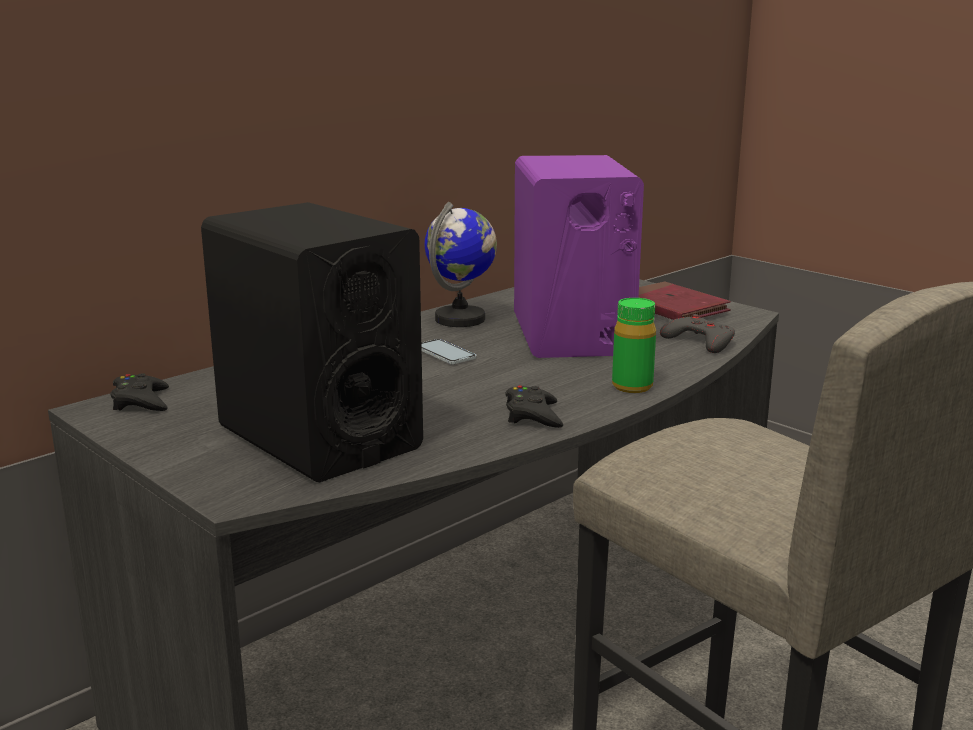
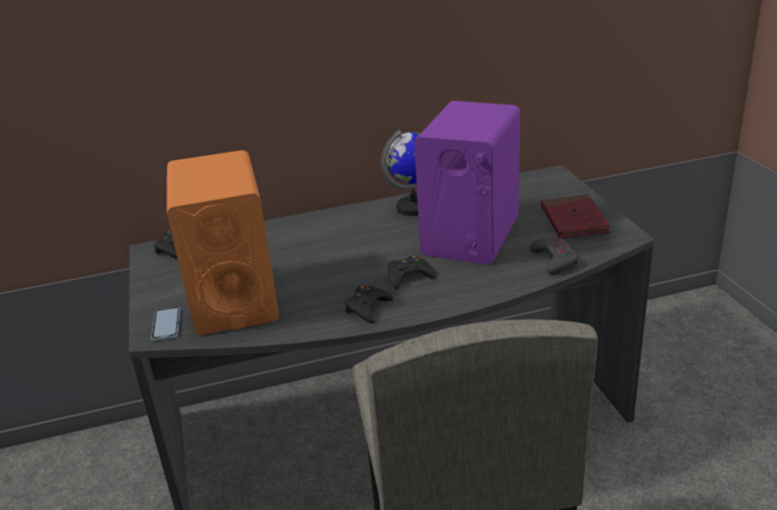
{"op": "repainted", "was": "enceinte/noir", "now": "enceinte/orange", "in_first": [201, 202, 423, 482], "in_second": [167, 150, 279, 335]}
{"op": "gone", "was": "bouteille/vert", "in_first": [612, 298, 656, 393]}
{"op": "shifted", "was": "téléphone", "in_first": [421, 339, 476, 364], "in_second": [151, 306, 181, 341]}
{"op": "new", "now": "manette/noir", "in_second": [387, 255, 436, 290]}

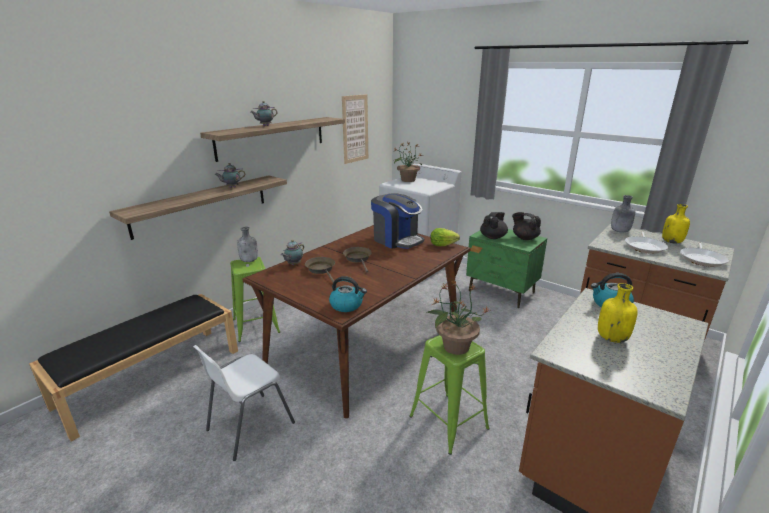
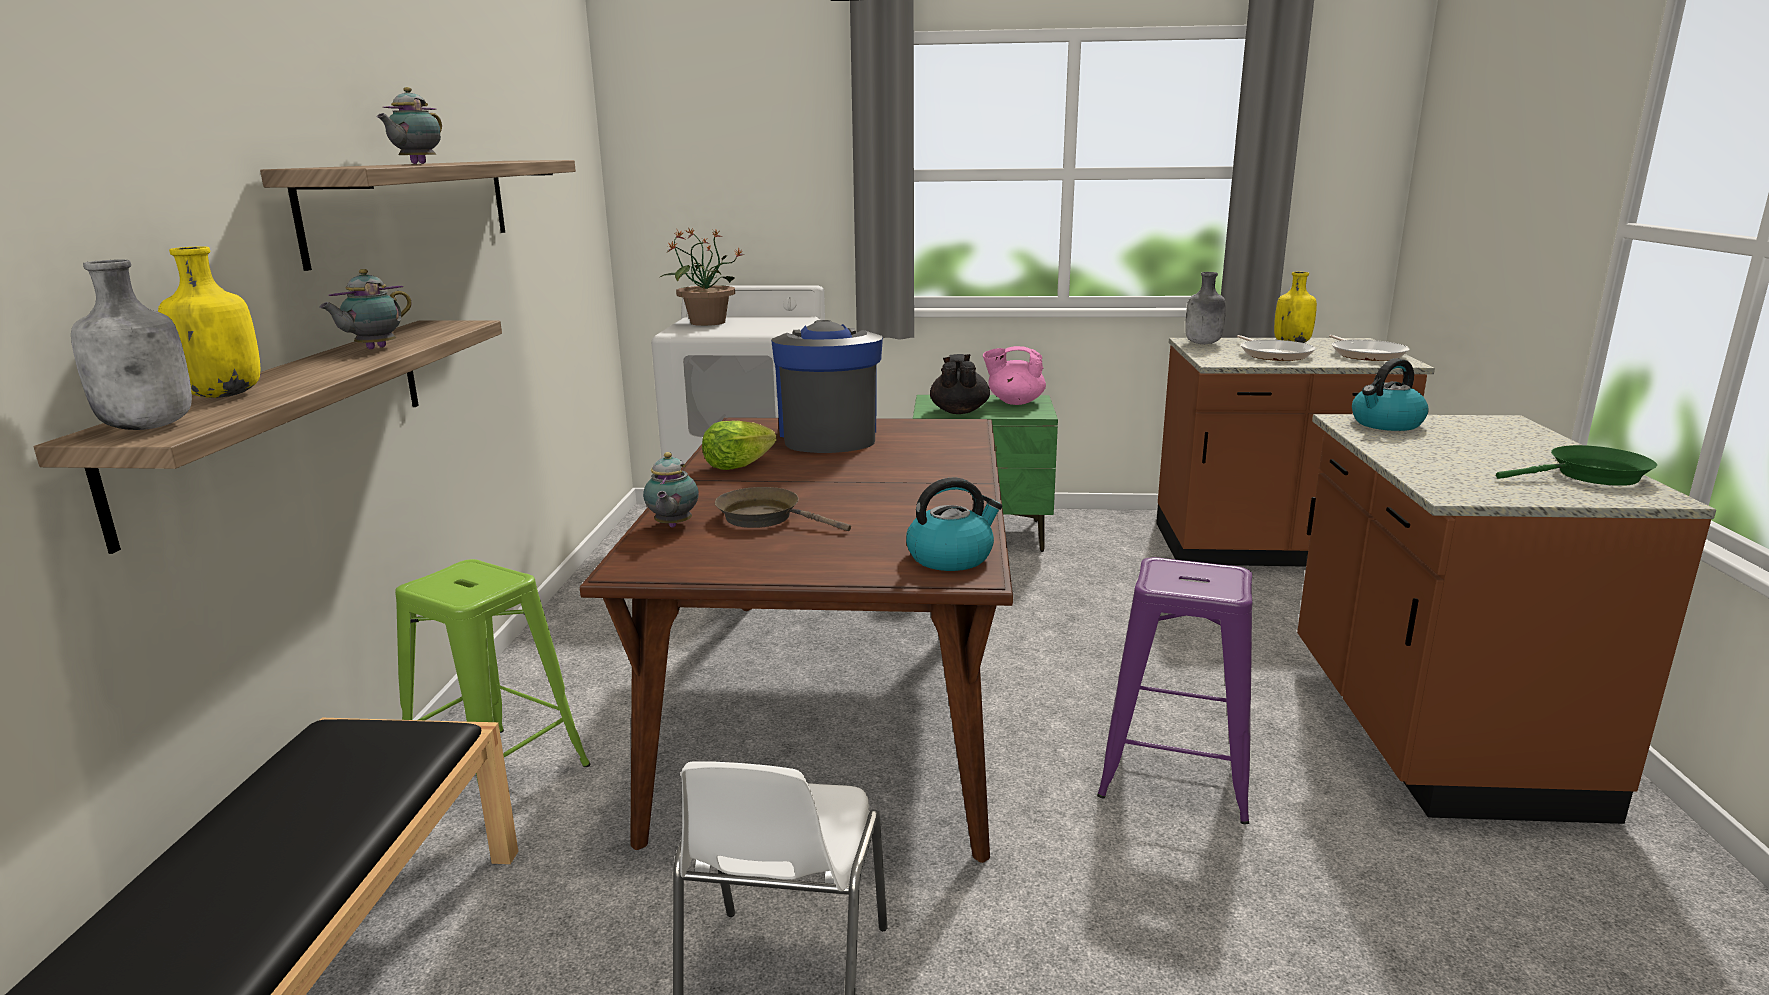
{"op": "gone", "was": "tableau", "in_first": [342, 94, 368, 164]}
{"op": "rotated", "was": "machine à café", "in_first": [371, 193, 424, 249], "in_second": [771, 320, 883, 453], "clockwise": -105}
{"op": "repainted", "was": "théière/noir", "now": "théière/rose", "in_first": [512, 212, 541, 240], "in_second": [983, 346, 1046, 405]}
{"op": "shifted", "was": "bouteille/gris", "in_first": [237, 227, 258, 262], "in_second": [71, 260, 192, 430]}
{"op": "shifted", "was": "laitue", "in_first": [430, 228, 460, 246], "in_second": [702, 421, 777, 470]}
{"op": "gone", "was": "poêle/marron", "in_first": [343, 247, 372, 272]}
{"op": "gone", "was": "plante en pot", "in_first": [426, 280, 491, 355]}
{"op": "shifted", "was": "bouteille/jaune", "in_first": [598, 283, 638, 343], "in_second": [158, 246, 260, 398]}
{"op": "repainted", "was": "tabouret/vert", "now": "tabouret/violet", "in_first": [409, 335, 490, 455], "in_second": [1097, 557, 1252, 824]}
{"op": "new", "now": "poêle/vert", "in_second": [1496, 445, 1657, 486]}

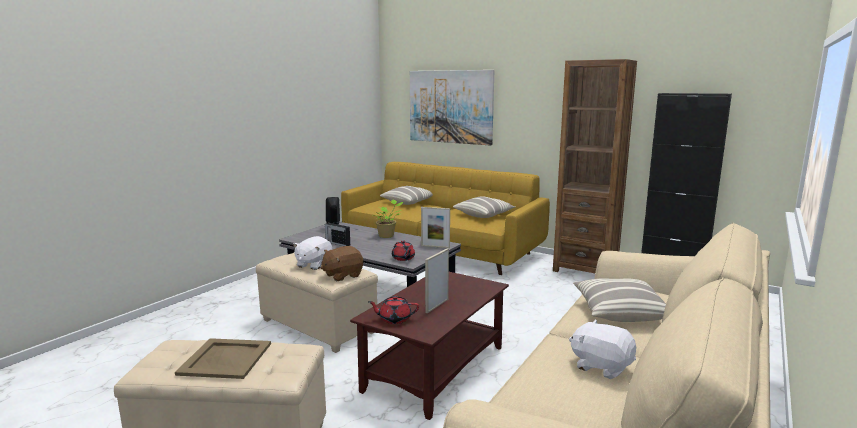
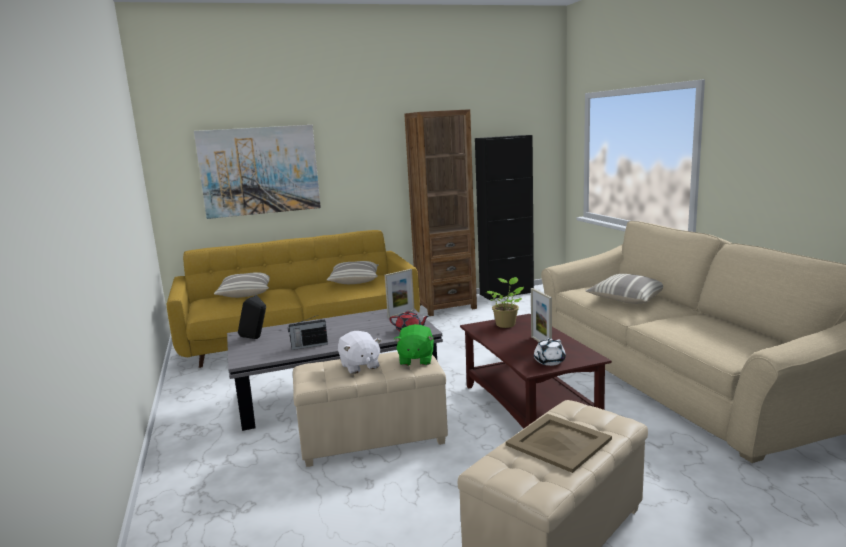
{"op": "shifted", "was": "plante en pot", "in_first": [373, 200, 403, 238], "in_second": [487, 277, 524, 328]}
{"op": "repainted", "was": "peluche/marron", "now": "peluche/vert", "in_first": [321, 246, 363, 281], "in_second": [394, 324, 434, 366]}
{"op": "repainted", "was": "théière/rouge", "now": "théière/blanc", "in_first": [368, 296, 419, 324], "in_second": [534, 338, 566, 366]}
{"op": "gone", "was": "peluche/blanc", "in_first": [569, 319, 636, 379]}

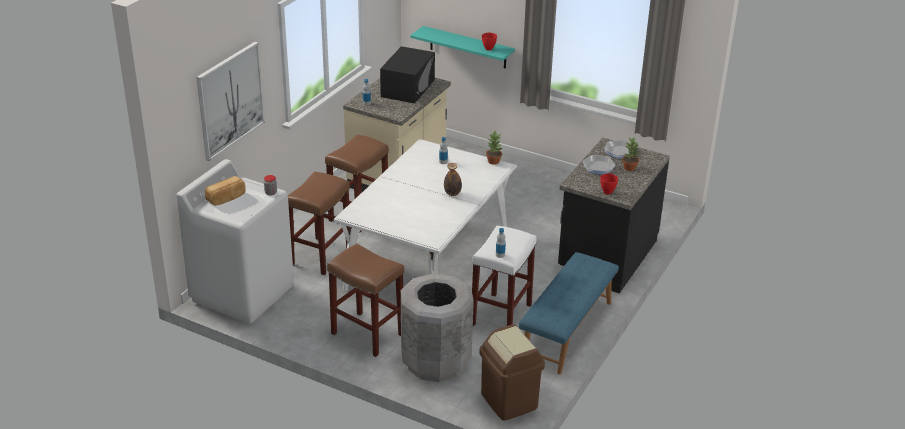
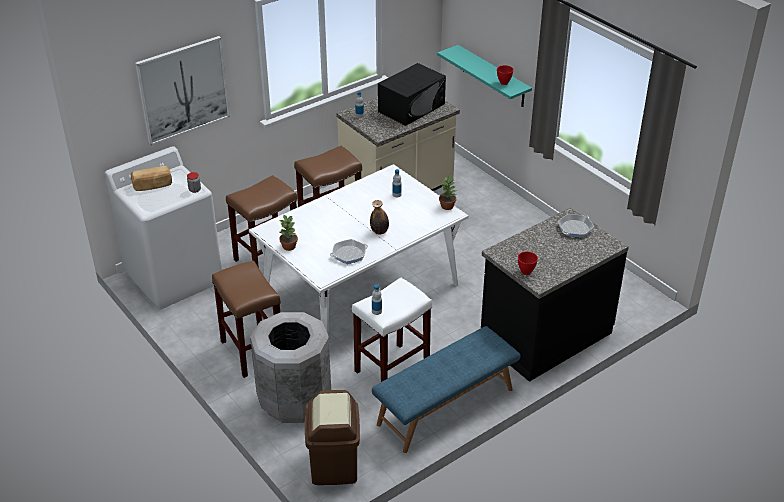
{"op": "shifted", "was": "plante en pot", "in_first": [622, 137, 641, 171], "in_second": [279, 214, 298, 251]}
{"op": "shifted", "was": "poêle", "in_first": [582, 155, 615, 174], "in_second": [330, 239, 368, 264]}

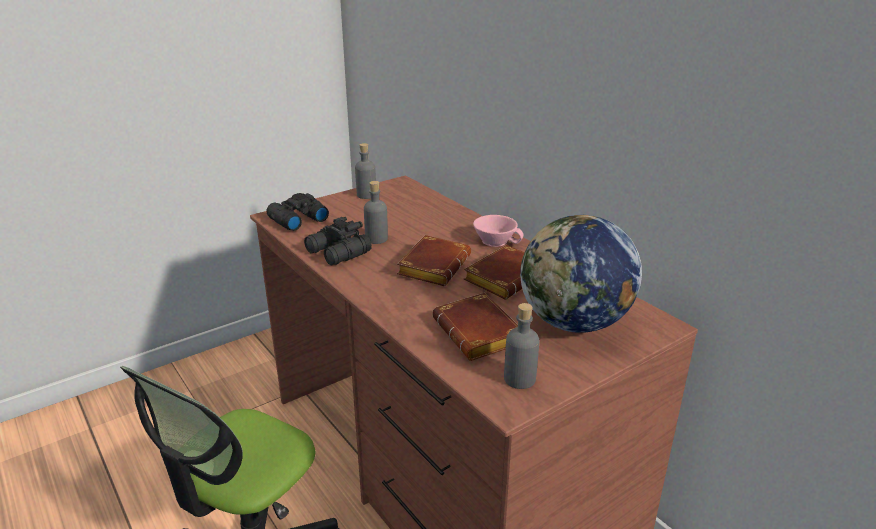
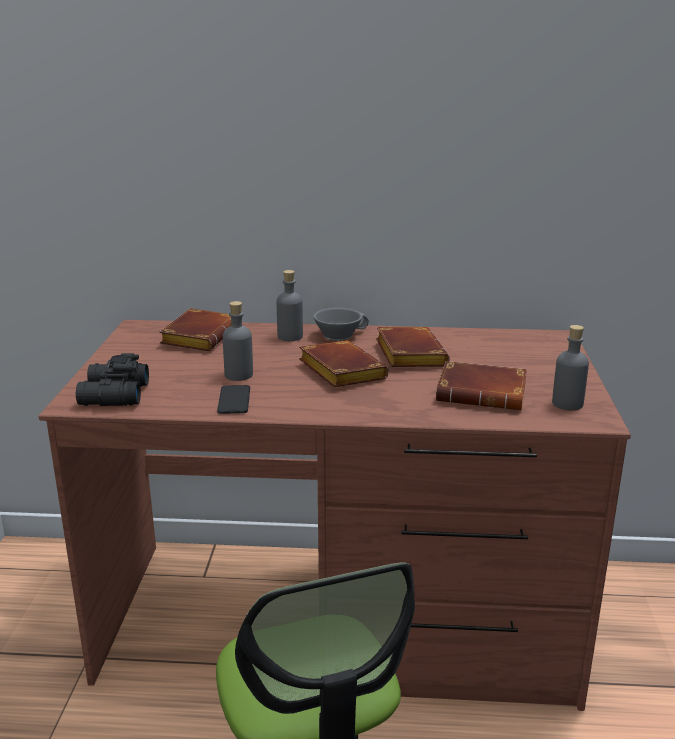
{"op": "shifted", "was": "bouteille/gris", "in_first": [355, 143, 376, 199], "in_second": [277, 270, 303, 341]}
{"op": "repainted", "was": "tasse/rose", "now": "tasse/gris", "in_first": [473, 215, 524, 247], "in_second": [313, 308, 369, 341]}
{"op": "gone", "was": "globe", "in_first": [520, 215, 642, 333]}
{"op": "swapped", "was": "jumelles/noir", "now": "téléphone", "in_first": [304, 217, 372, 265], "in_second": [217, 385, 250, 414]}
{"op": "new", "now": "livre/marron", "in_second": [159, 308, 231, 351]}

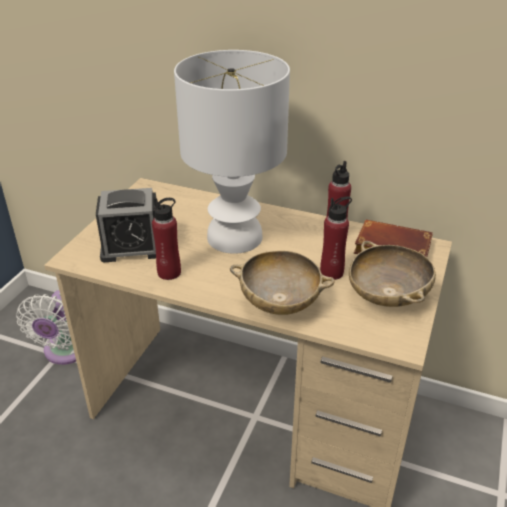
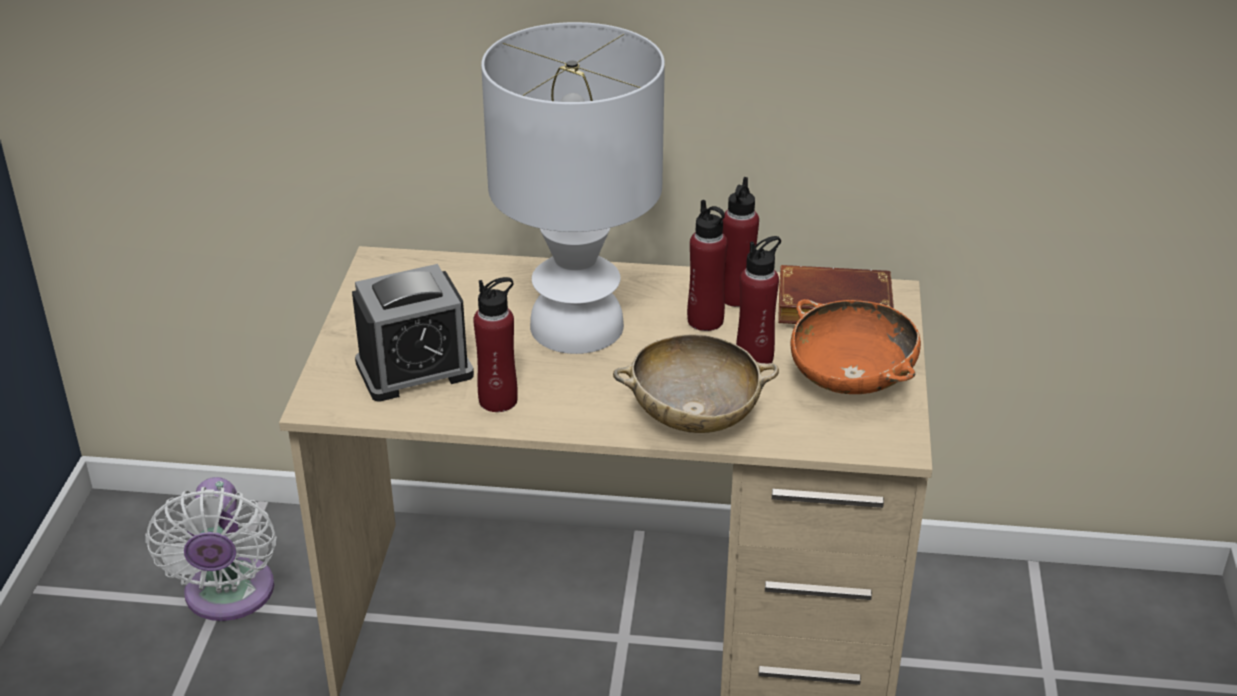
{"op": "repainted", "was": "bol/beige", "now": "bol/orange", "in_first": [349, 241, 436, 307], "in_second": [790, 299, 921, 394]}
{"op": "new", "now": "bouteille/rouge", "in_second": [687, 200, 727, 331]}

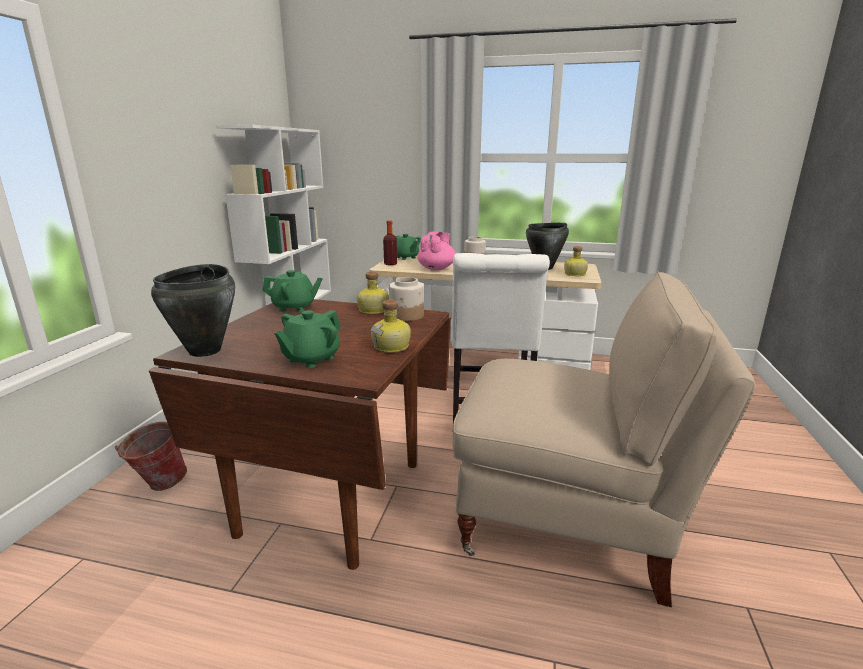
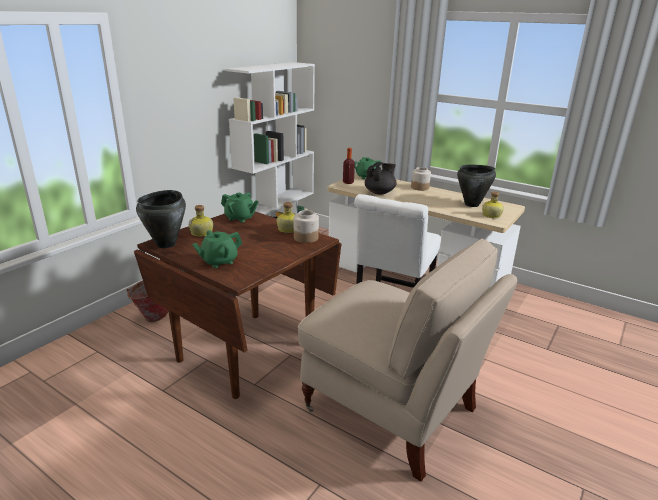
{"op": "repainted", "was": "théière/rose", "now": "théière/noir", "in_first": [417, 231, 456, 270], "in_second": [365, 162, 396, 195]}
{"op": "shifted", "was": "bouteille", "in_first": [371, 300, 411, 353], "in_second": [189, 205, 213, 237]}

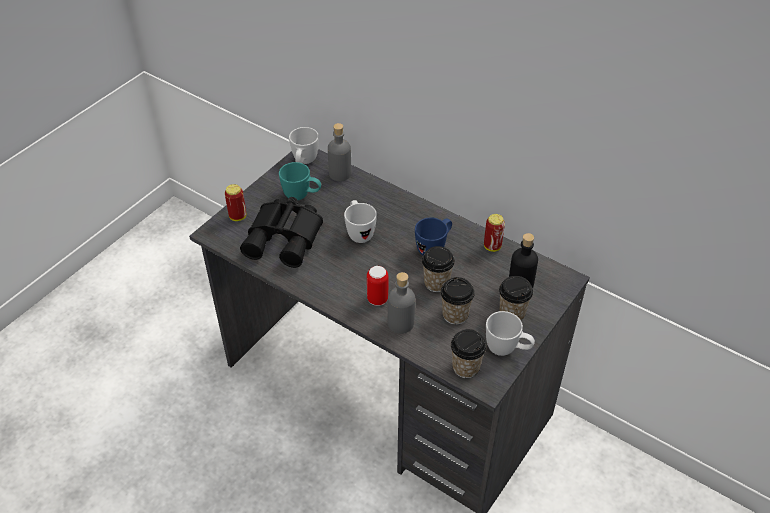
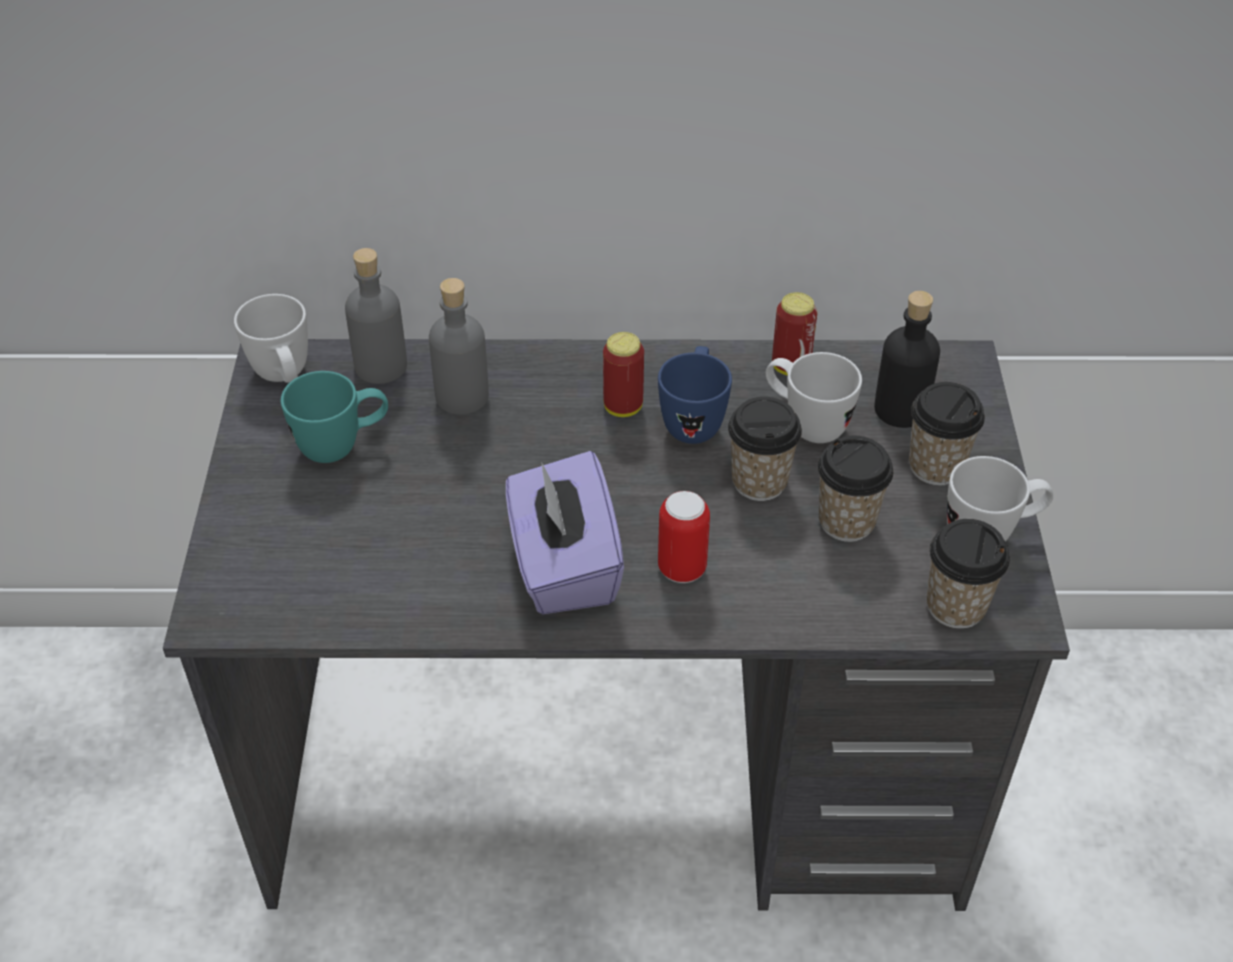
{"op": "shifted", "was": "boîte métallique", "in_first": [225, 184, 246, 221], "in_second": [603, 332, 644, 417]}
{"op": "gone", "was": "jumelles/noir", "in_first": [240, 197, 323, 268]}
{"op": "shifted", "was": "mug/blanc", "in_first": [344, 200, 377, 243], "in_second": [765, 352, 862, 443]}
{"op": "shifted", "was": "bouteille/gris", "in_first": [388, 272, 415, 334], "in_second": [429, 278, 489, 415]}
{"op": "new", "now": "boîte à mouchoirs/violet", "in_second": [506, 451, 624, 614]}

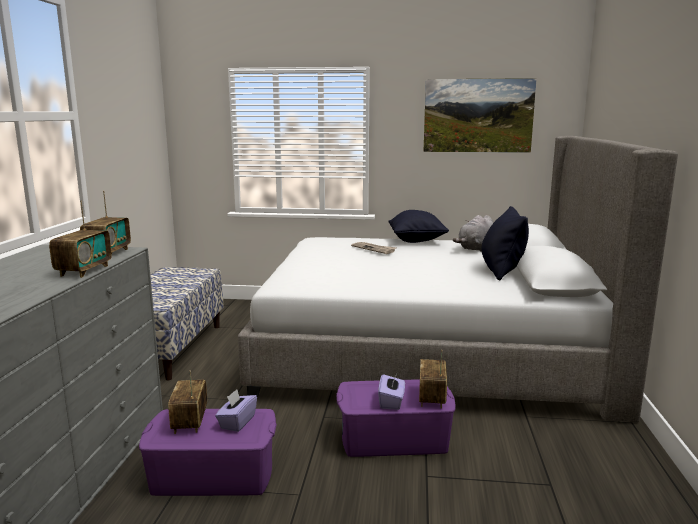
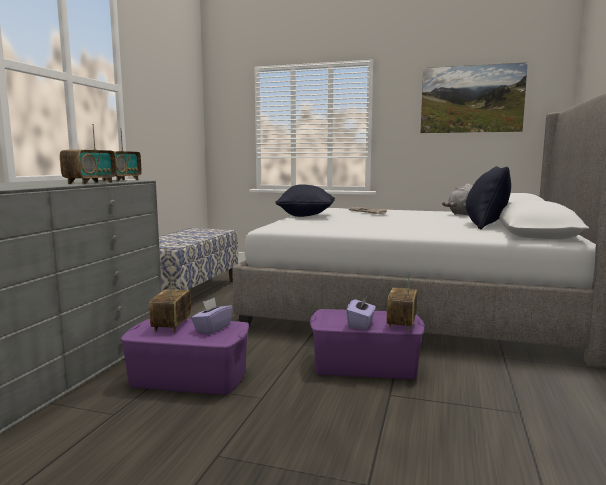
{"op": "shifted", "was": "coussin/noir", "in_first": [389, 210, 449, 243], "in_second": [275, 184, 335, 217]}

